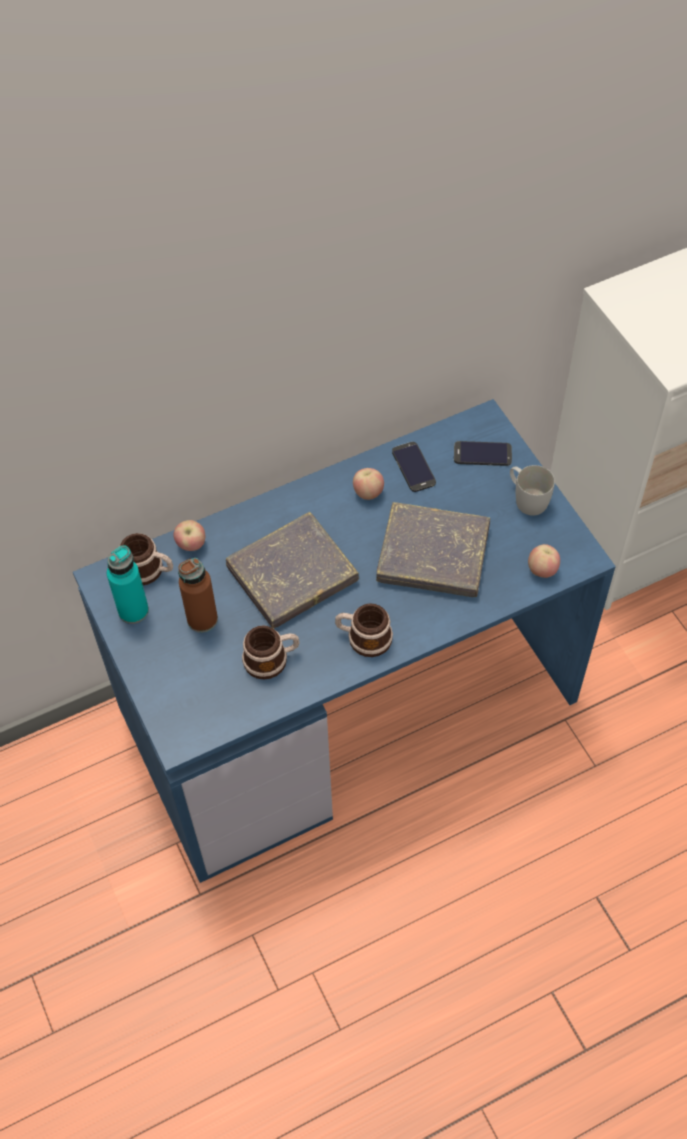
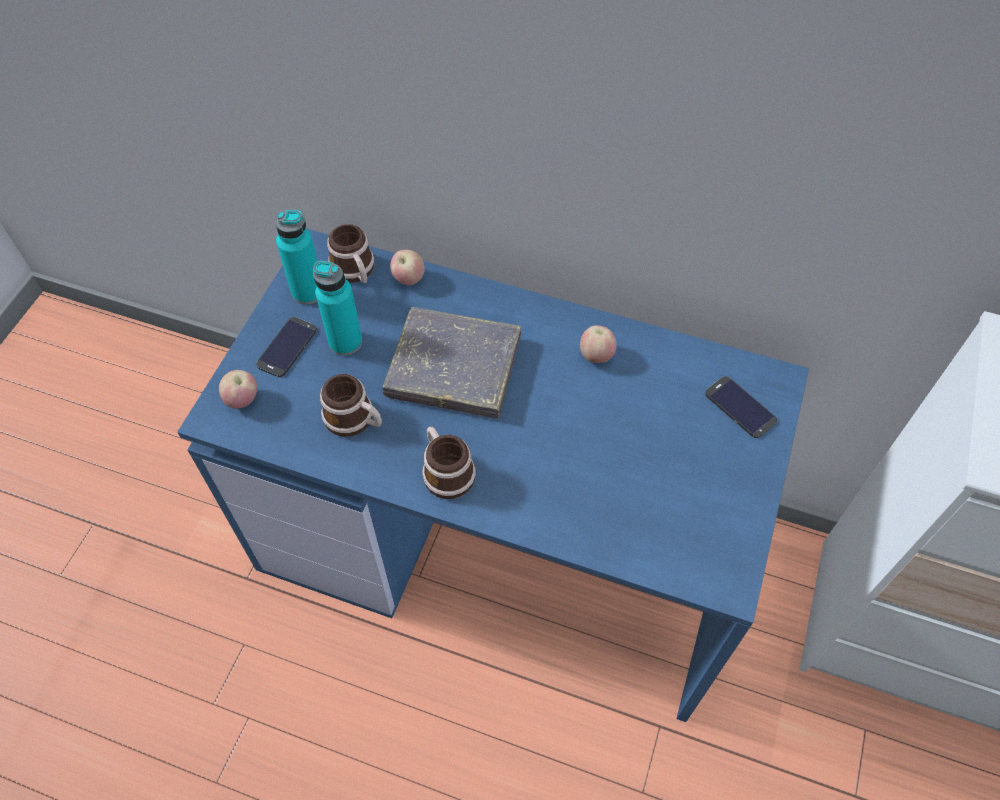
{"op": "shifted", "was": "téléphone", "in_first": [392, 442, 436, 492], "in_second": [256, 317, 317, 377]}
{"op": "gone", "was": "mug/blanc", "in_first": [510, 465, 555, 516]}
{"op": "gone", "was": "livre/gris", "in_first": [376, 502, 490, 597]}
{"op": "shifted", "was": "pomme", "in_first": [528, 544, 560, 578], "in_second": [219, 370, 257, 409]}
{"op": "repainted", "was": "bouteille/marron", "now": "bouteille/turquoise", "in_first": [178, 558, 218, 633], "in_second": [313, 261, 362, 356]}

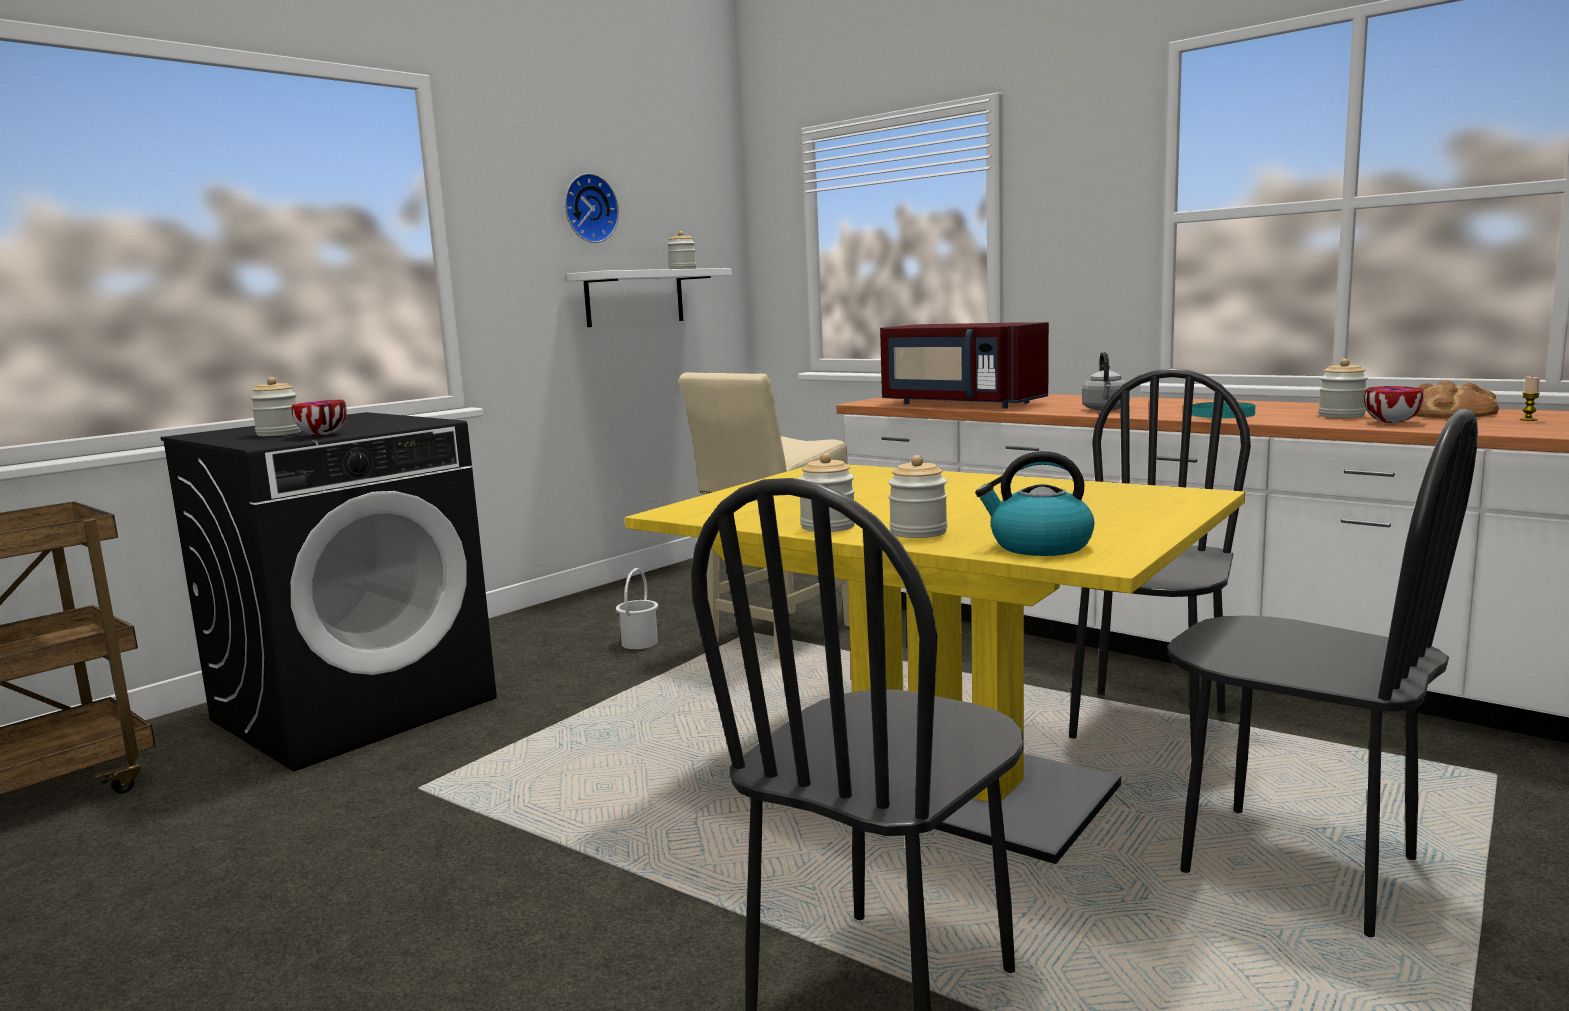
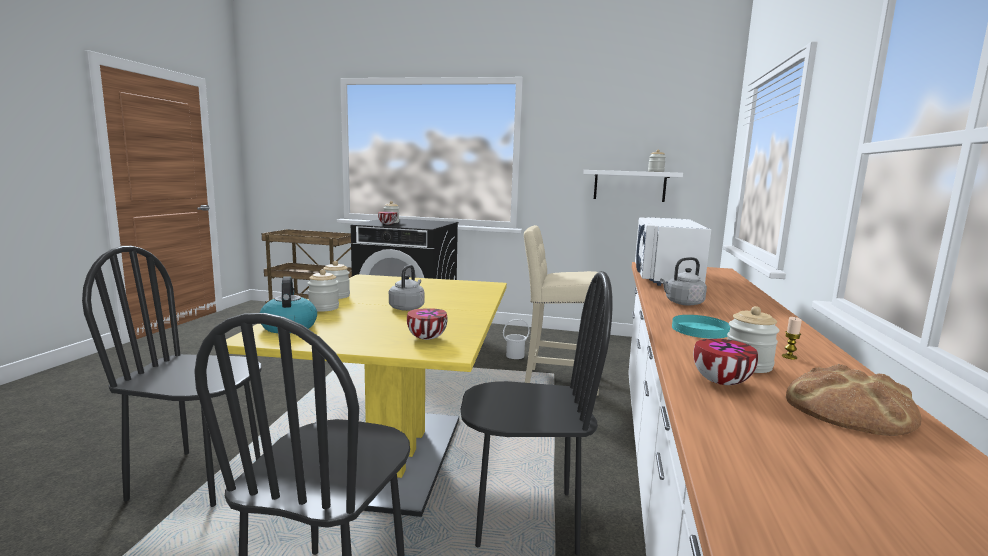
{"op": "gone", "was": "horloge murale", "in_first": [565, 173, 619, 243]}
{"op": "repainted", "was": "micro-ondes/rouge", "now": "micro-ondes/blanc", "in_first": [880, 322, 1049, 408], "in_second": [635, 217, 711, 286]}
{"op": "shifted", "was": "bougie", "in_first": [1520, 376, 1540, 421], "in_second": [782, 317, 802, 359]}
{"op": "new", "now": "bouilloire/gris", "in_second": [389, 265, 425, 311]}
{"op": "new", "now": "bol", "in_second": [407, 308, 447, 340]}

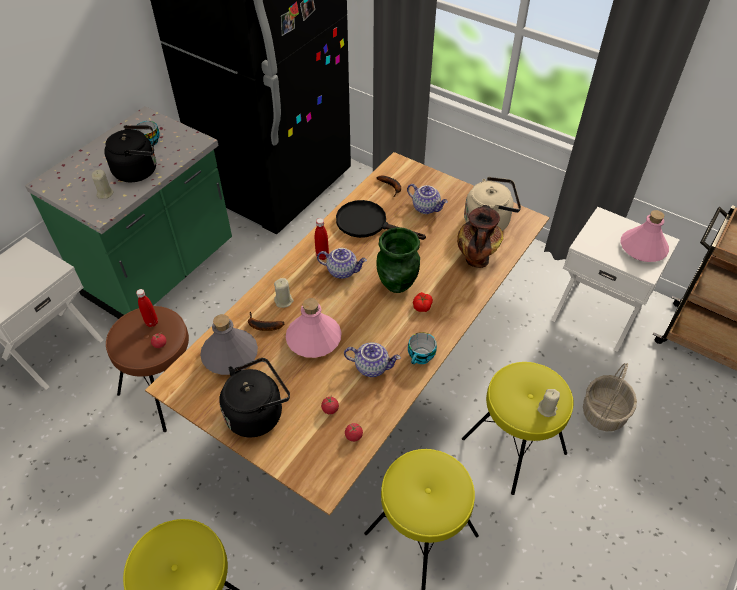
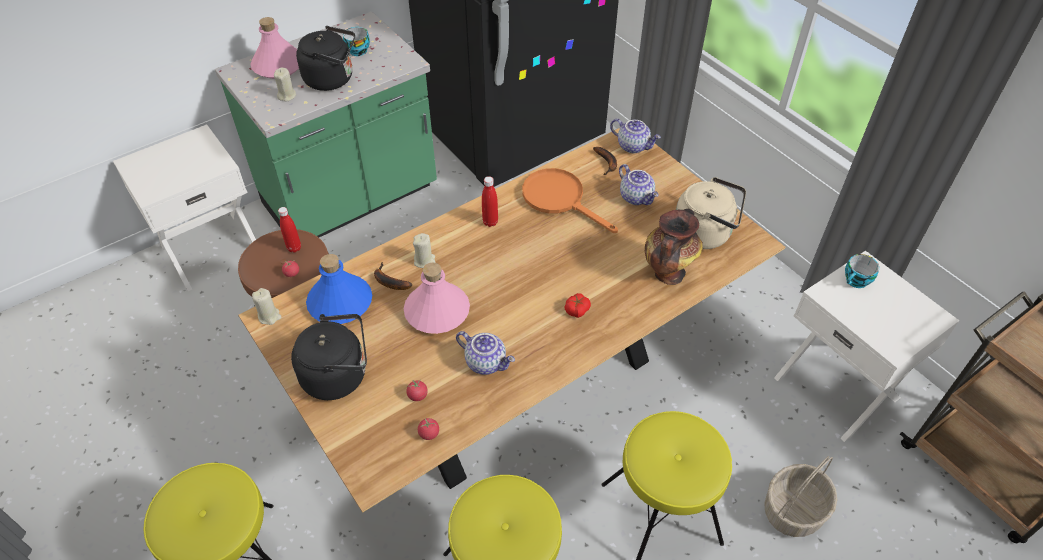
{"op": "repainted", "was": "poêle/noir", "now": "poêle/orange", "in_first": [336, 200, 426, 240], "in_second": [522, 168, 618, 233]}
{"op": "shifted", "was": "bouteille/rose", "in_first": [621, 210, 669, 262], "in_second": [250, 17, 299, 79]}
{"op": "gone", "was": "vase/vert", "in_first": [376, 227, 420, 293]}
{"op": "shifted", "was": "théière", "in_first": [317, 248, 367, 279], "in_second": [610, 118, 661, 153]}
{"op": "repainted", "was": "bouteille/gris", "now": "bouteille/bleu", "in_first": [200, 314, 258, 375], "in_second": [306, 254, 372, 324]}
{"op": "shifted", "was": "tasse", "in_first": [408, 332, 437, 364], "in_second": [845, 254, 879, 288]}
{"op": "shifted", "was": "bougie/beige", "in_first": [537, 389, 560, 417], "in_second": [252, 288, 281, 325]}

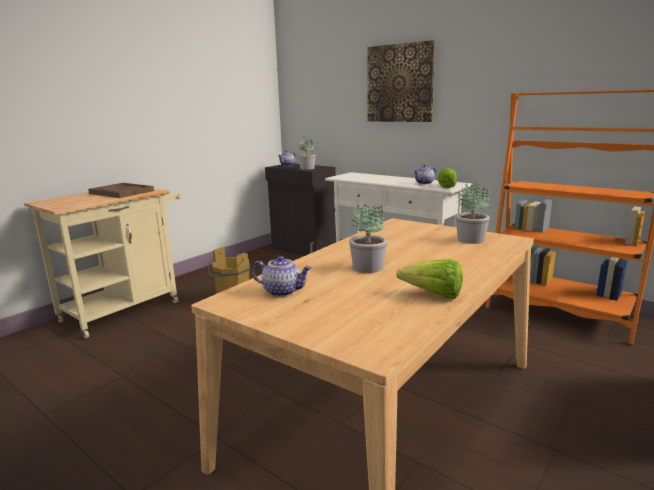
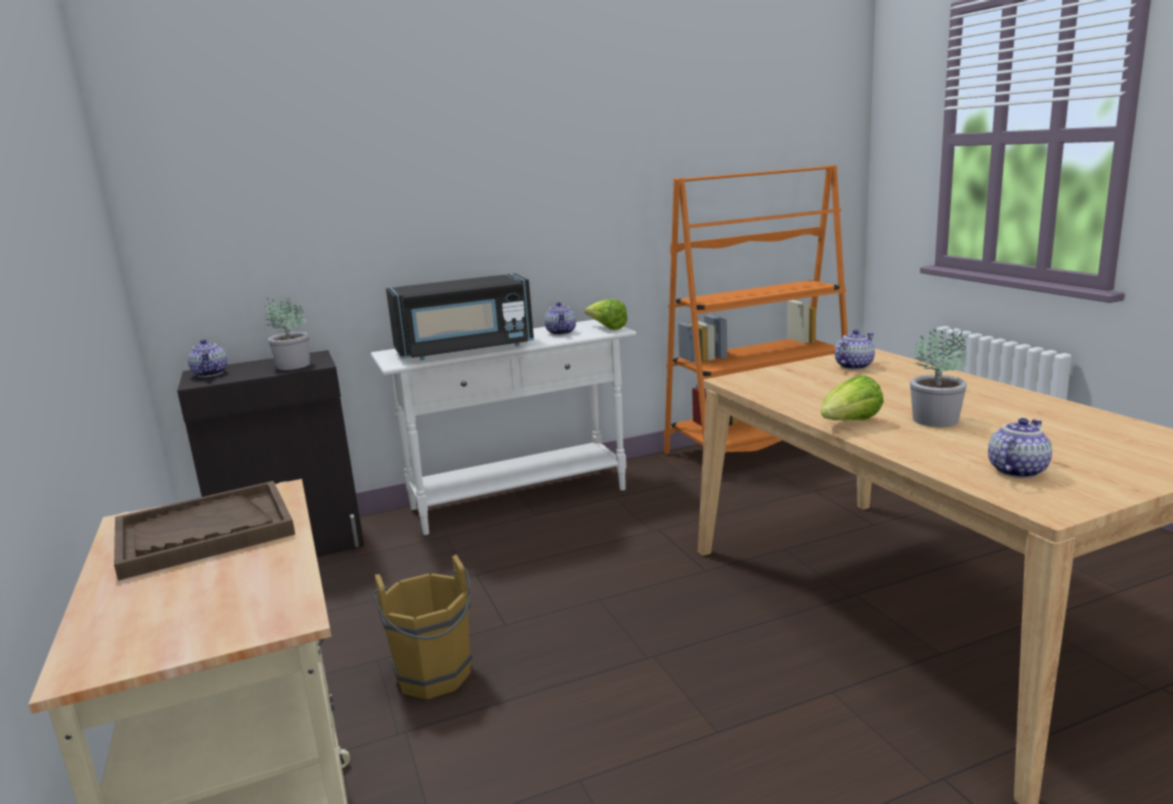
{"op": "gone", "was": "tableau", "in_first": [368, 40, 436, 122]}
{"op": "swapped", "was": "plante en pot", "now": "théière", "in_first": [456, 181, 490, 244], "in_second": [835, 330, 875, 370]}
{"op": "shifted", "was": "laitue", "in_first": [396, 259, 463, 299], "in_second": [821, 375, 884, 420]}
{"op": "new", "now": "micro-ondes/noir", "in_second": [386, 273, 534, 360]}

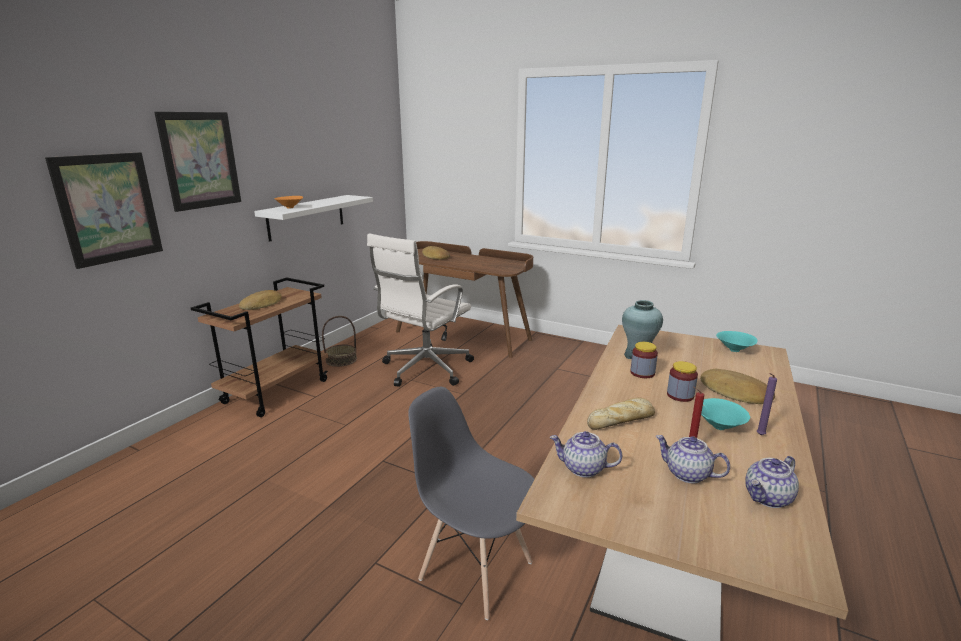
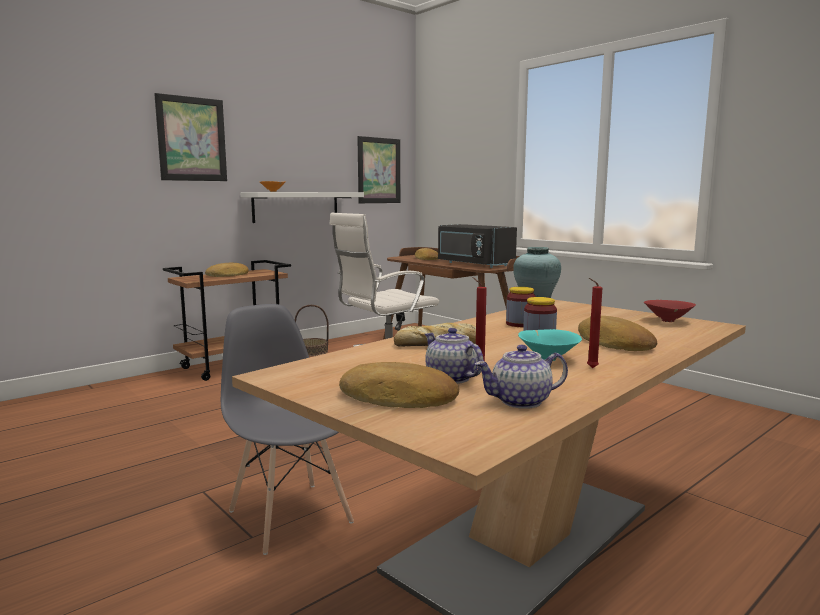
{"op": "shifted", "was": "tableau", "in_first": [45, 152, 163, 269], "in_second": [357, 136, 400, 203]}
{"op": "repainted", "was": "bol/turquoise", "now": "bol/rouge", "in_first": [716, 331, 758, 352], "in_second": [644, 300, 696, 322]}
{"op": "repainted", "was": "bougie/violet", "now": "bougie/rouge", "in_first": [757, 373, 777, 435], "in_second": [587, 278, 602, 368]}
{"op": "gone", "was": "théière", "in_first": [550, 431, 622, 478]}
{"op": "new", "now": "micro-ondes/noir", "in_second": [438, 224, 517, 268]}
{"op": "new", "now": "pain", "in_second": [339, 362, 459, 408]}

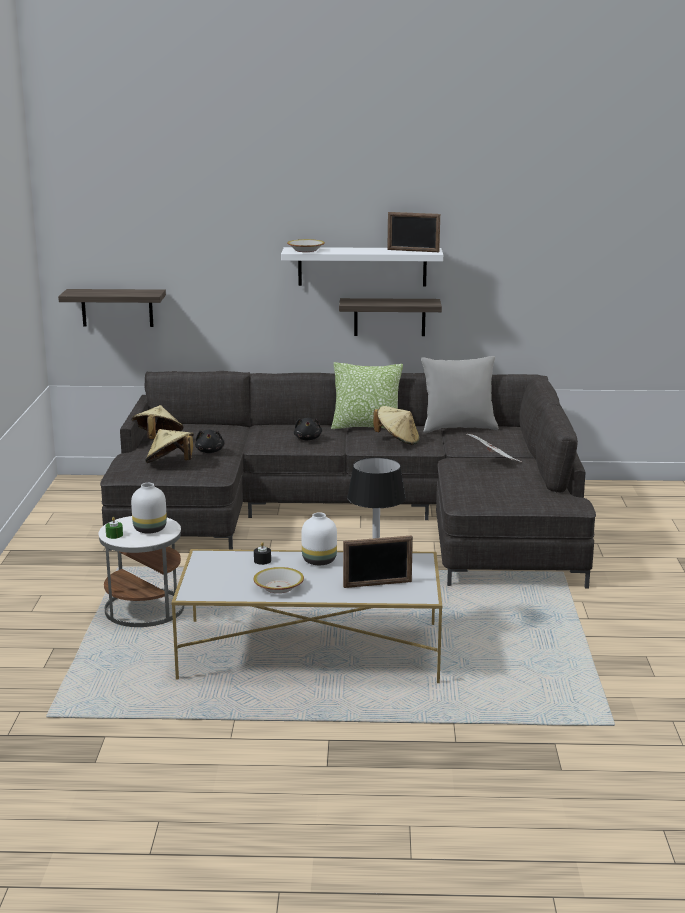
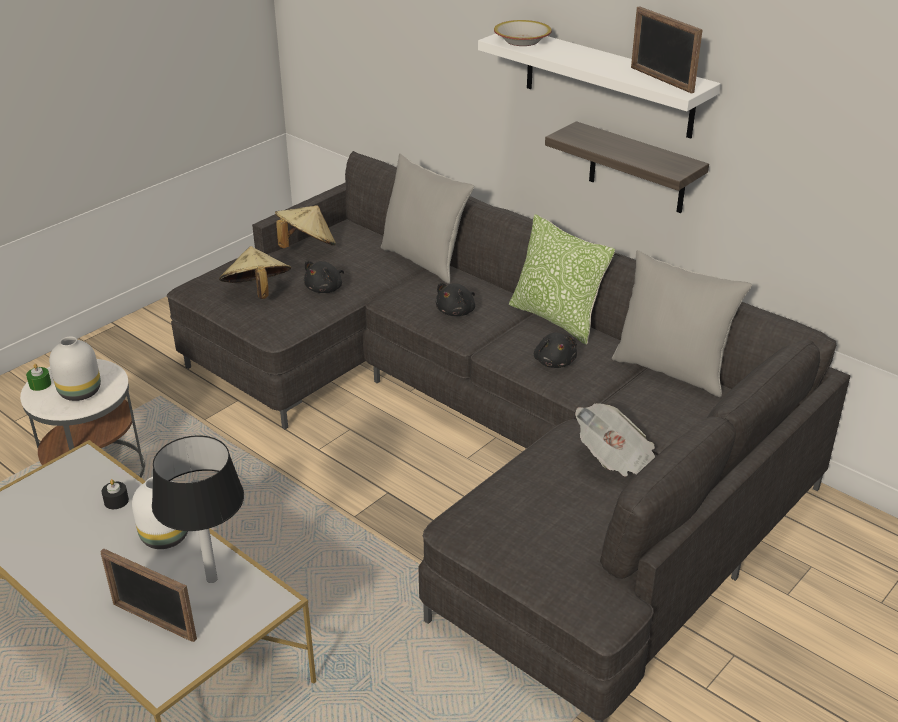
{"op": "gone", "was": "étagère", "in_first": [58, 289, 166, 327]}
{"op": "swapped", "was": "chapeau/beige", "now": "peluche/noir", "in_first": [373, 406, 420, 445], "in_second": [534, 333, 577, 368]}
{"op": "gone", "was": "bol", "in_first": [254, 567, 304, 593]}
{"op": "new", "now": "coussin/gris", "in_second": [381, 154, 474, 284]}

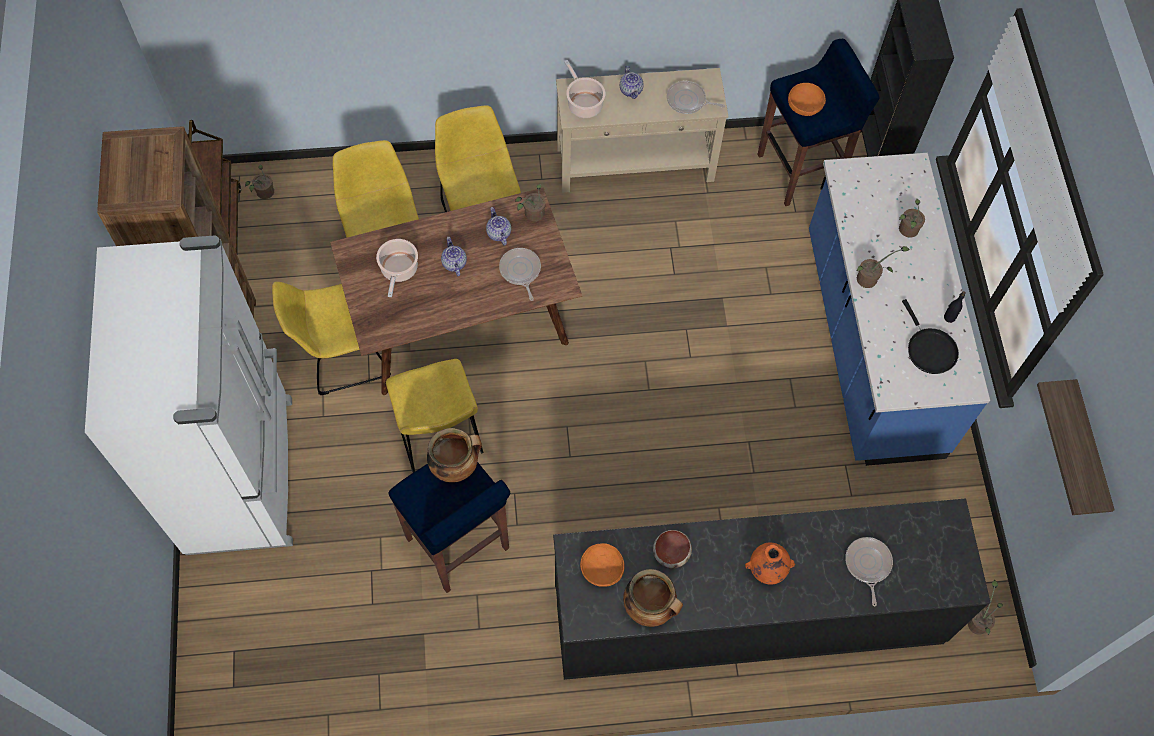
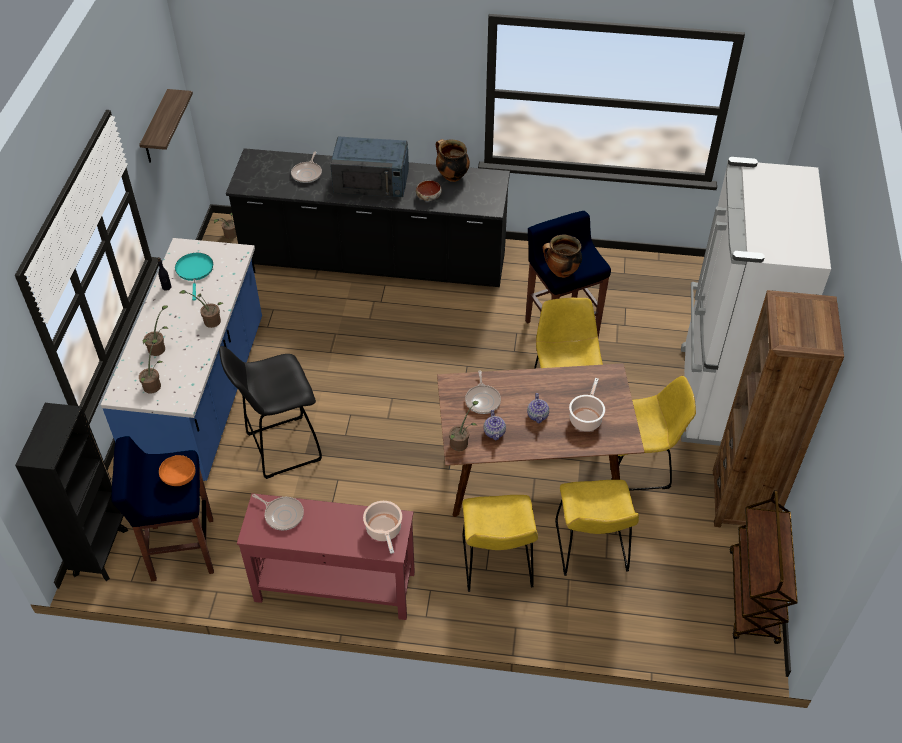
{"op": "gone", "was": "théière", "in_first": [620, 66, 643, 99]}
{"op": "repainted", "was": "table console/beige", "now": "table console/rouge", "in_first": [556, 68, 728, 193], "in_second": [237, 493, 415, 620]}
{"op": "shifted", "was": "plante en pot", "in_first": [245, 165, 274, 199], "in_second": [139, 340, 162, 394]}
{"op": "repainted", "was": "poêle/noir", "now": "poêle/turquoise", "in_first": [902, 299, 959, 374], "in_second": [175, 253, 213, 301]}
{"op": "gone", "was": "bol/orange", "in_first": [580, 543, 624, 587]}
{"op": "swapped", "was": "vase/orange", "now": "micro-ondes/bleu", "in_first": [745, 543, 795, 585], "in_second": [330, 136, 409, 197]}
{"op": "new", "now": "tabouret/noir", "in_second": [219, 346, 322, 479]}

